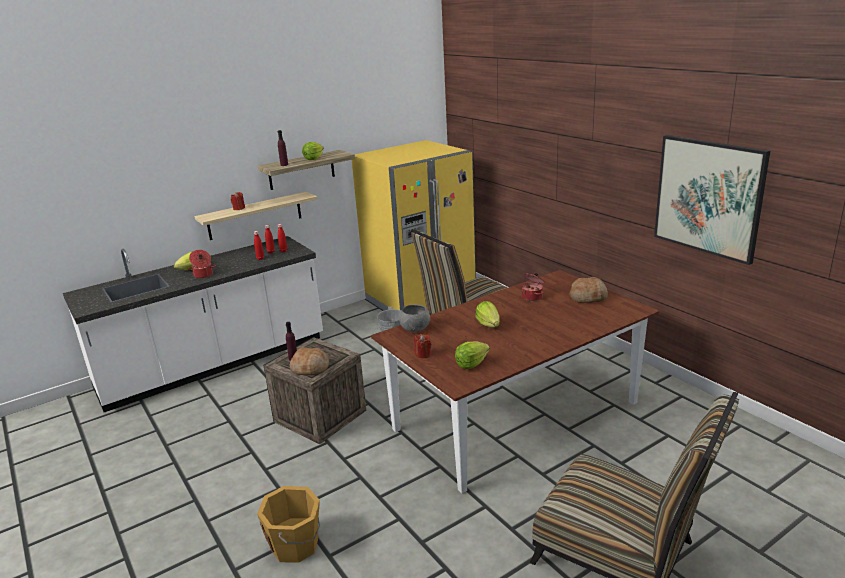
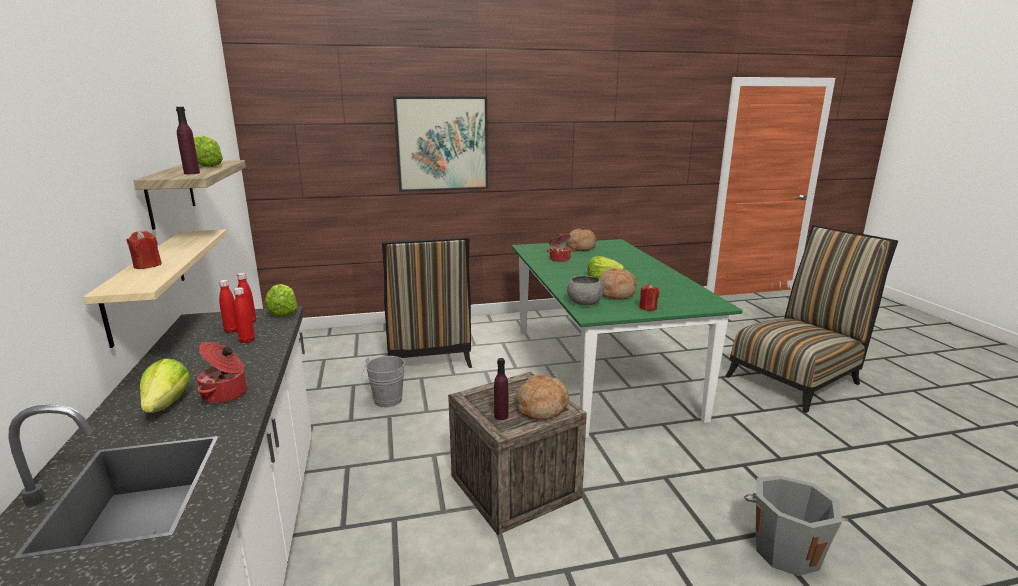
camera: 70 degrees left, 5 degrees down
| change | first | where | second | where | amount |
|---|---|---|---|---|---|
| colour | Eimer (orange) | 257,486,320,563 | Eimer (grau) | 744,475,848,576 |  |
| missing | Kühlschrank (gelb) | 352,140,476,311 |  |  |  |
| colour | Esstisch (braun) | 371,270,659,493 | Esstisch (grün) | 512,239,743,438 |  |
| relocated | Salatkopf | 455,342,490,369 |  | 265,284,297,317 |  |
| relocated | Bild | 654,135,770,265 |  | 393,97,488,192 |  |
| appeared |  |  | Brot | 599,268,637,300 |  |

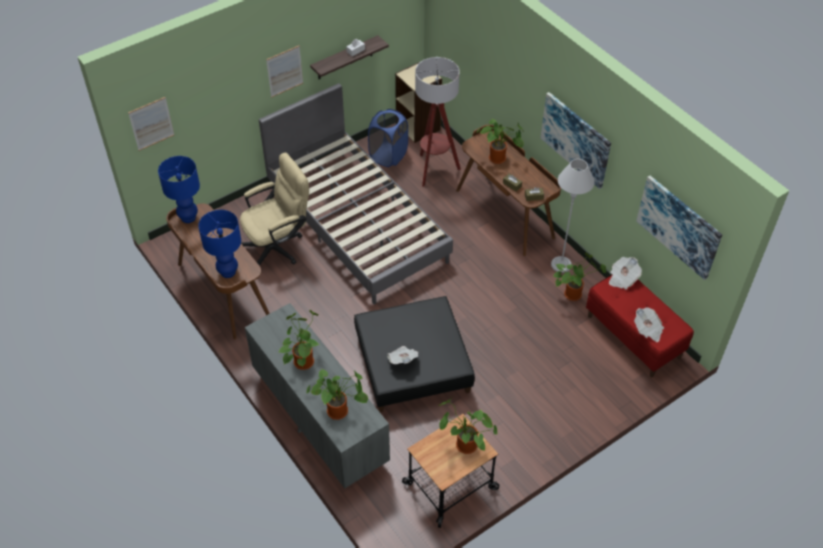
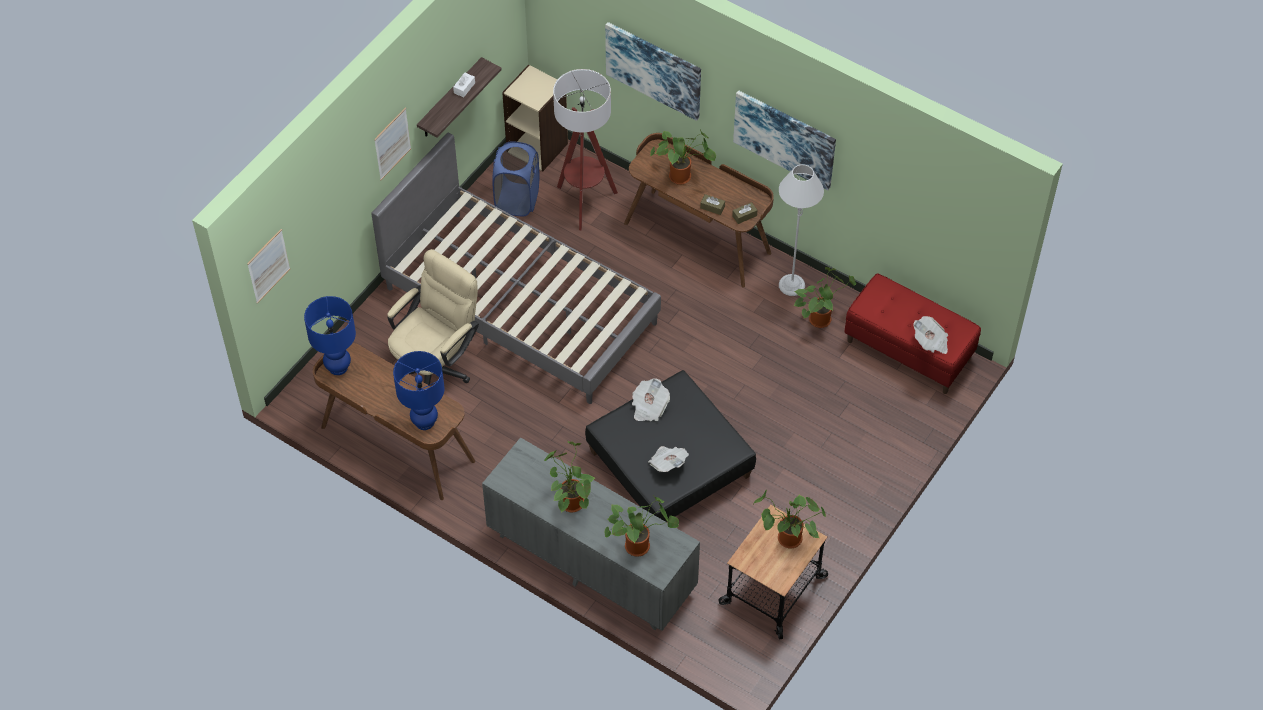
camera: 20 degrees left, 5 degrees up
| change | first | where | second | where | amount |
|---|---|---|---|---|---|
| relocated | Zeitung | 609,257,642,290 |  | 632,378,670,421 |  |
| relocated | Bild | 636,176,722,280 |  | 605,22,701,121 |  |

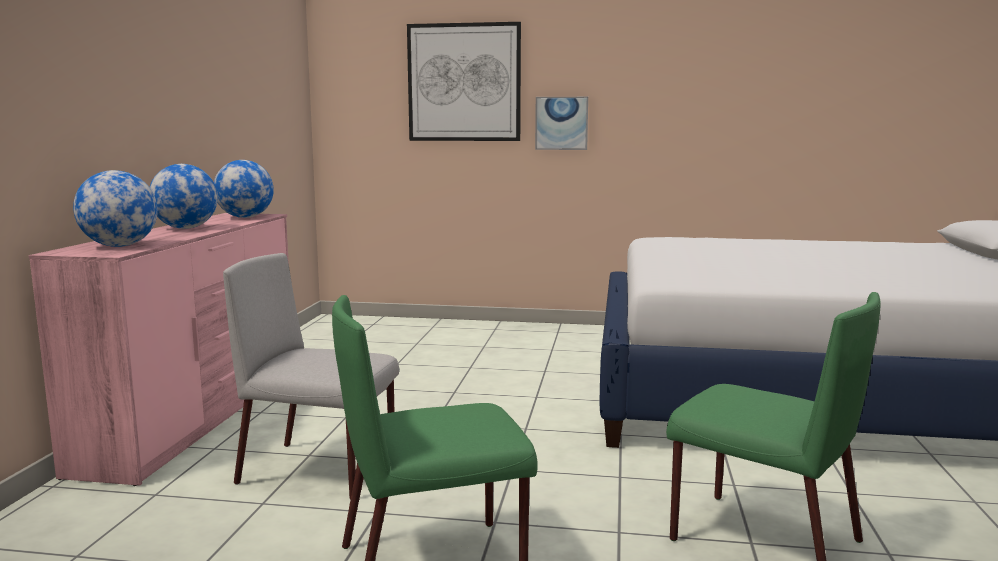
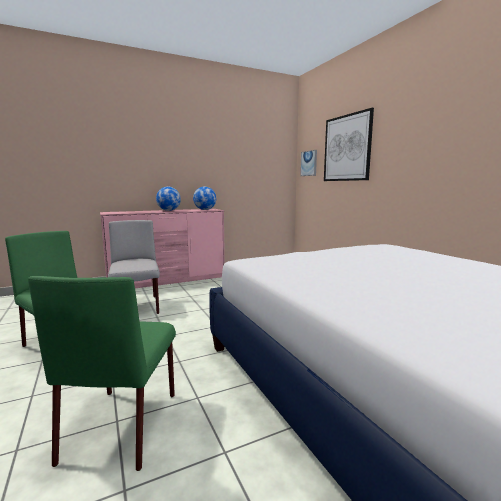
camera: 55 degrees right, 0 degrees up
| change | first | where | second | where | amount |
|---|---|---|---|---|---|
| missing | Globus | 73,170,158,247 |  |  |  |
| relocated | Bild | 535,97,588,150 |  | 300,150,317,176 |  |

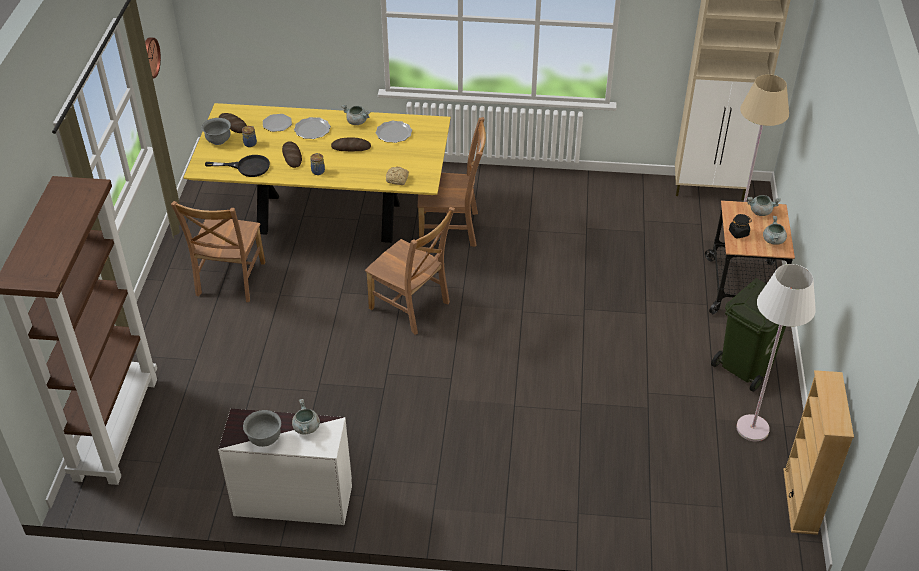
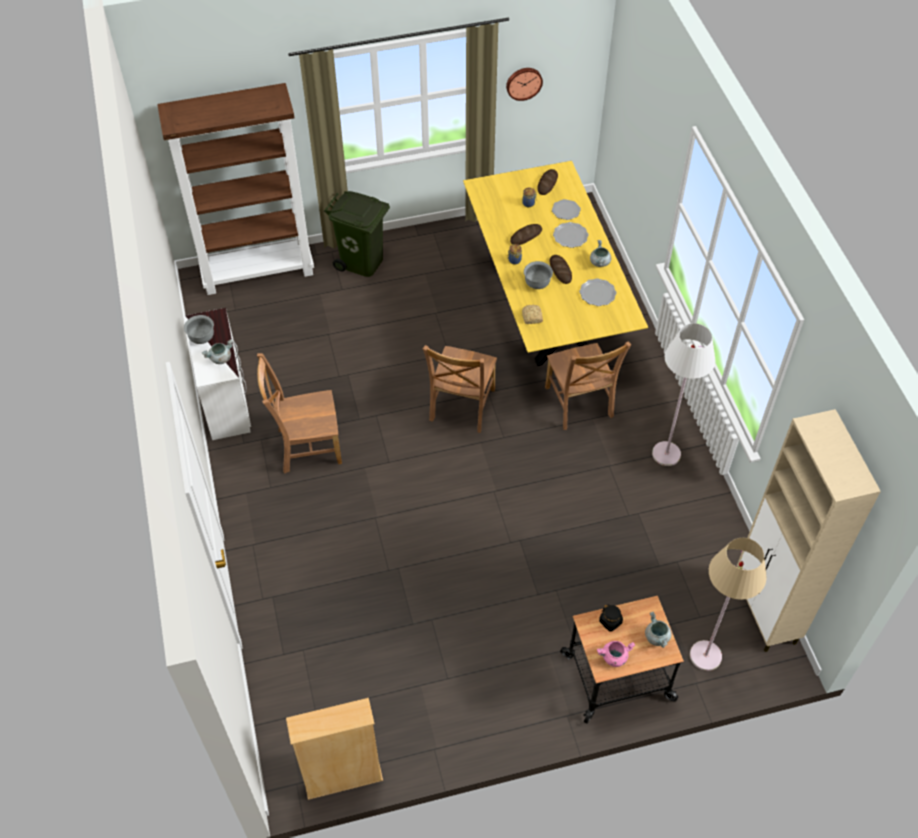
camera: 70 degrees right, 10 degrees up
| change | first | where | second | where | amount |
|---|---|---|---|---|---|
| relocated | Stuhl (braun) | 171,201,265,302 |  | 257,353,342,474 |  |
| relocated | Schüssel (grau) | 202,118,231,145 |  | 524,261,553,289 |  |
| missing | Pfanne (schwarz) | 205,155,270,177 |  |  |  |
| relocated | Mülleimer (grün) | 711,278,786,392 |  | 324,191,390,277 |  |
| relocated | Stehlampe (weiß) | 736,264,816,441 |  | 652,323,716,466 |  |
| colour | Kochtopf (grau) | 763,216,787,245 | Kochtopf (rosa) | 597,641,635,667 |  |

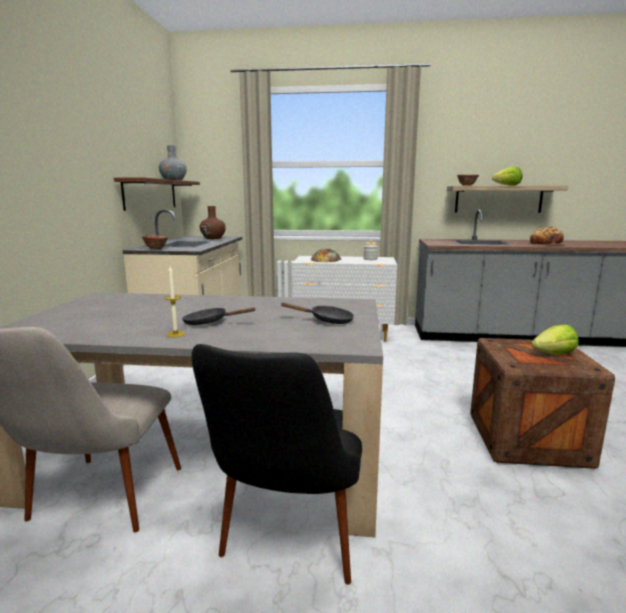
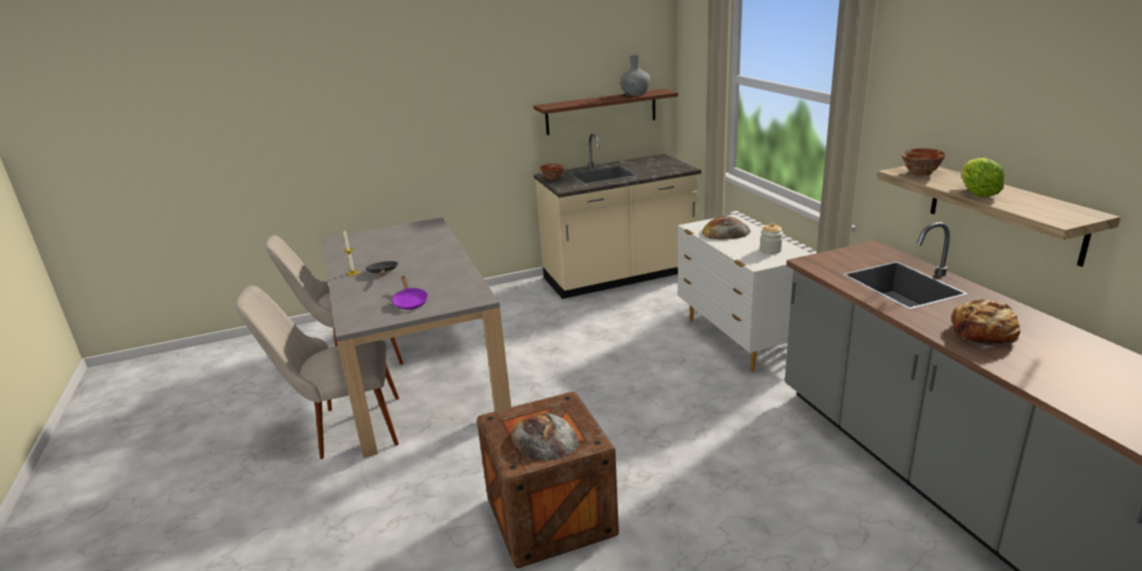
camera: 65 degrees right, 10 degrees up
| change | first | where | second | where | amount |
|---|---|---|---|---|---|
| colour | Stuhl (schwarz) | 192,344,362,585 | Stuhl (beige) | 236,285,399,459 |  |
| missing | Vase (braun) | 200,206,226,239 |  |  |  |
| colour | Pfanne (schwarz) | 280,302,354,324 | Pfanne (lila) | 392,276,428,310 |  |
| exchanged | Salatkopf | 531,325,579,355 | Brot | 511,412,579,461 |  |

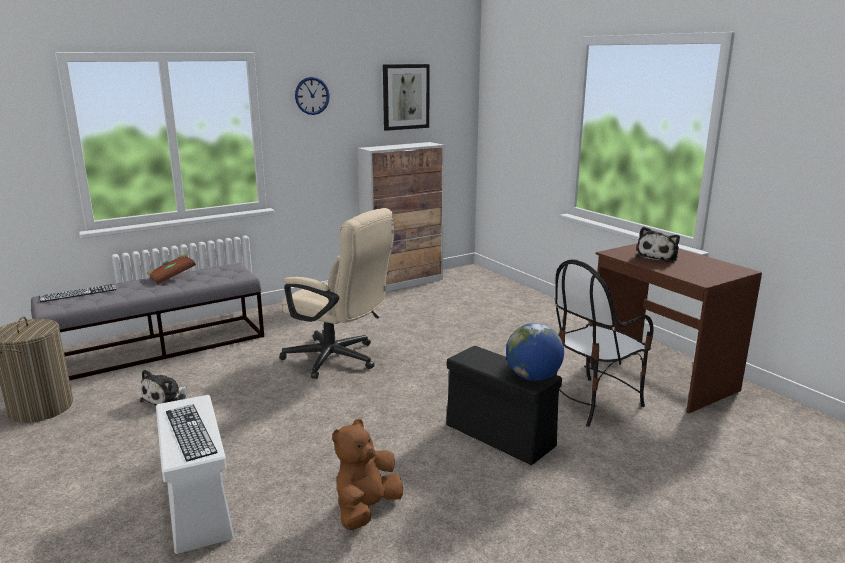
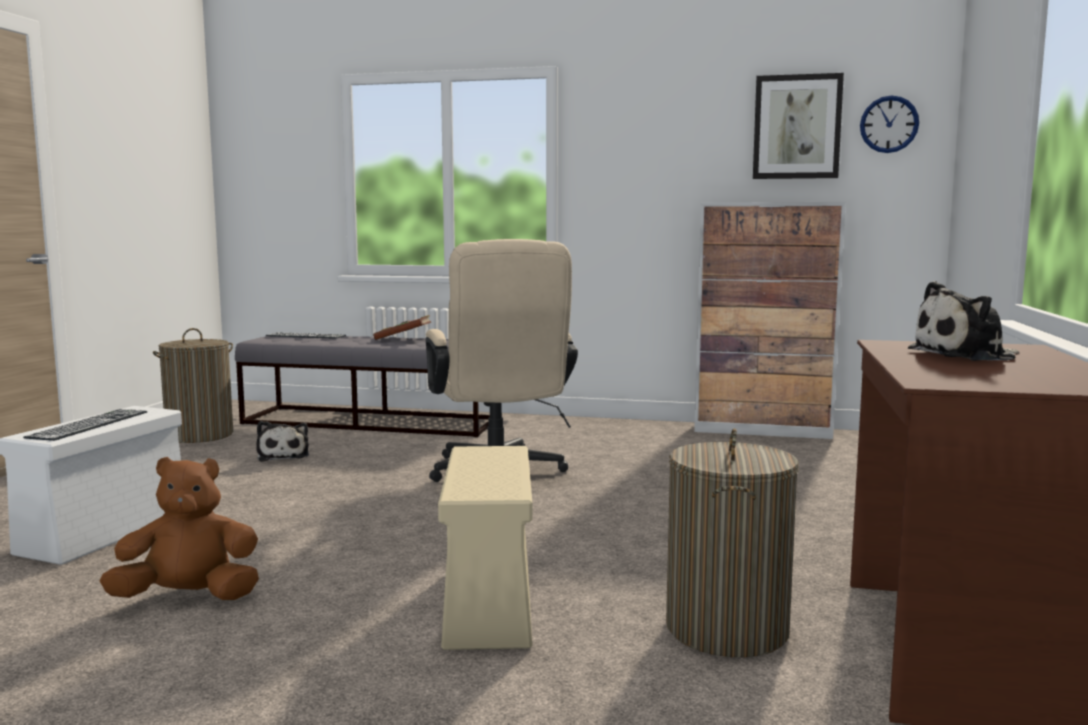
camera: 45 degrees right, 10 degrees down
| change | first | where | second | where | amount |
|---|---|---|---|---|---|
| spun | Plüschtier | 140,369,187,406 |  | 256,421,309,462 | 90 degrees counterclockwise |
| relocated | Wanduhr | 295,77,330,115 |  | 860,95,919,153 |  |
| colour | Aufbewahrungsbox (schwarz) | 446,345,562,465 | Aufbewahrungsbox (beige) | 438,446,532,650 |  |
| missing | Globus | 506,323,564,381 |  |  |  |
| exchanged | Stuhl | 555,259,653,427 | Wäschekorb | 666,428,799,657 |  |

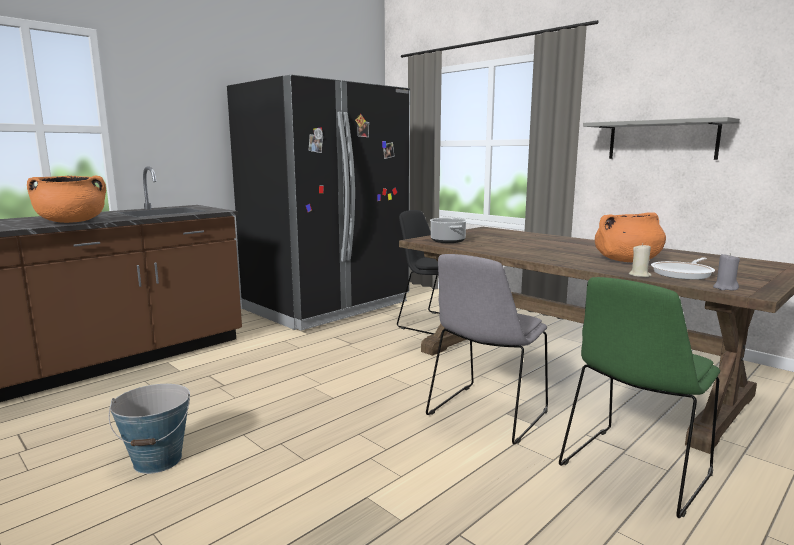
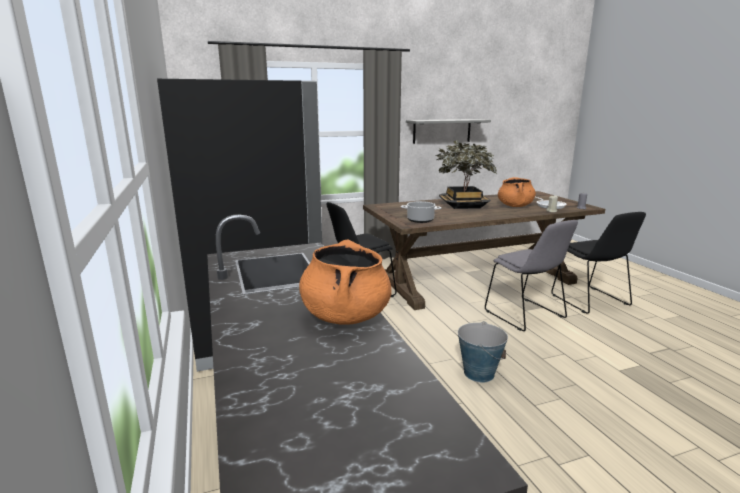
camera: 65 degrees left, 5 degrees up
| change | first | where | second | where | amount |
|---|---|---|---|---|---|
| relocated | Eimer | 109,384,190,474 |  | 458,321,508,382 |  |
| colour | Stuhl (grün) | 559,277,720,518 | Stuhl (schwarz) | 551,212,646,314 |  |
| appeared |  |  | Topfpflanze | 434,140,497,209 |  |

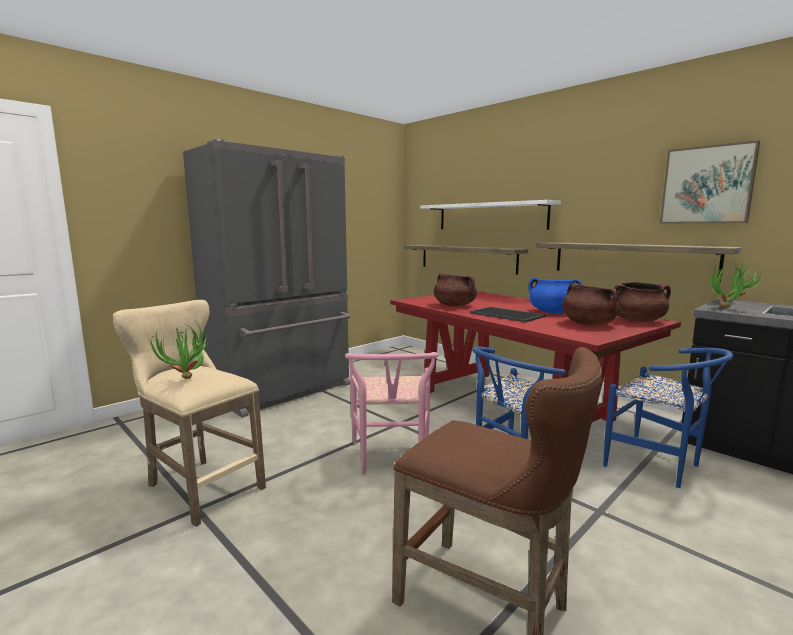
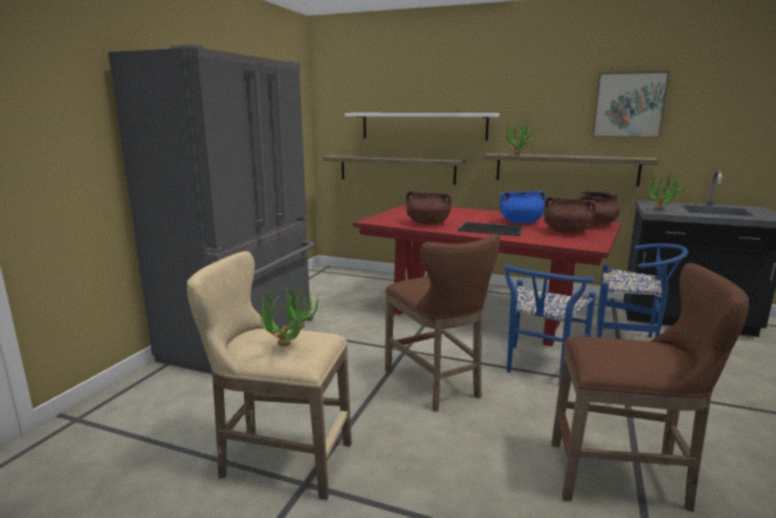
camera: 25 degrees left, 5 degrees up
| change | first | where | second | where | amount |
|---|---|---|---|---|---|
| exchanged | Stuhl (rosa) | 345,352,439,474 | Hocker (braun) | 385,233,500,412 |  |
| appeared |  |  | Topfpflanze | 506,120,534,155 |  |

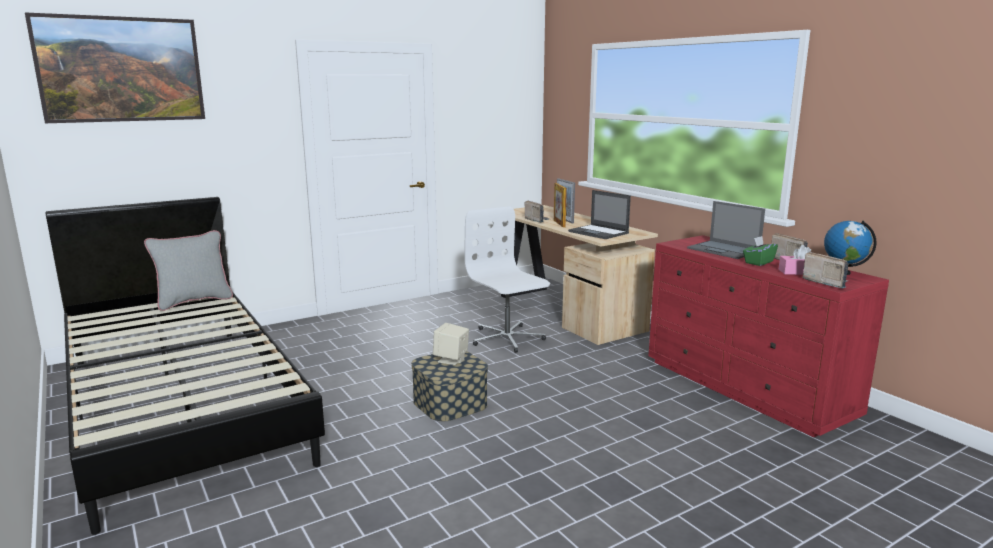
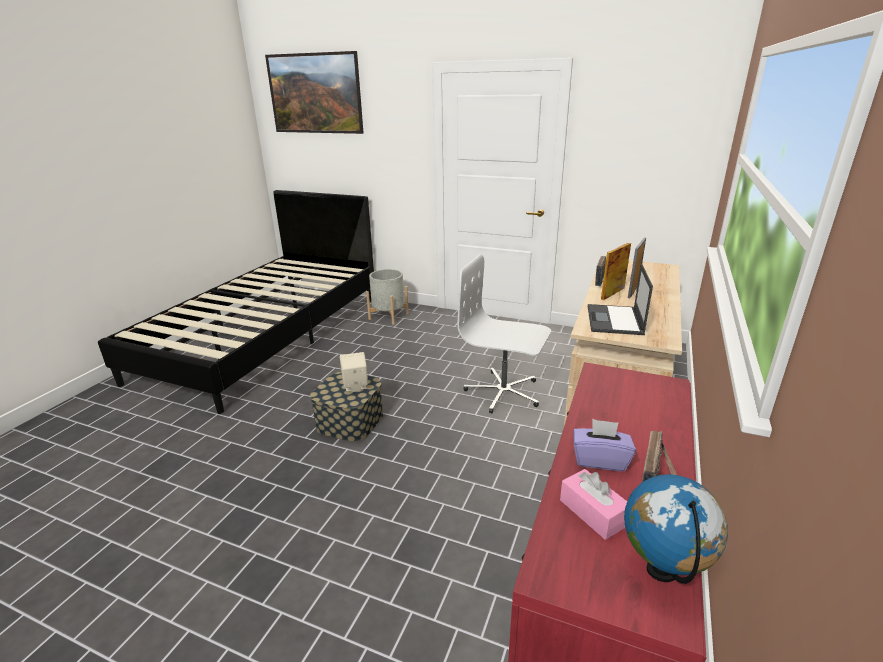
camera: 55 degrees right, 10 degrees up
| change | first | where | second | where | amount |
|---|---|---|---|---|---|
| missing | Kissen (grau) | 144,230,233,311 |  |  |  |
| spun | Bürostuhl (weiß) | 464,206,550,353 |  | 458,254,551,413 | 90 degrees counterclockwise |
| missing | Laptop | 687,201,765,259 |  |  |  |
| colour | Taschentuchbox (grün) | 743,236,778,266 | Taschentuchbox (lila) | 573,419,636,471 |  |
| missing | Radio | 803,252,849,288 |  |  |  |
| appeared |  |  | Pflanzkübel (grau) | 366,269,409,325 |  |

